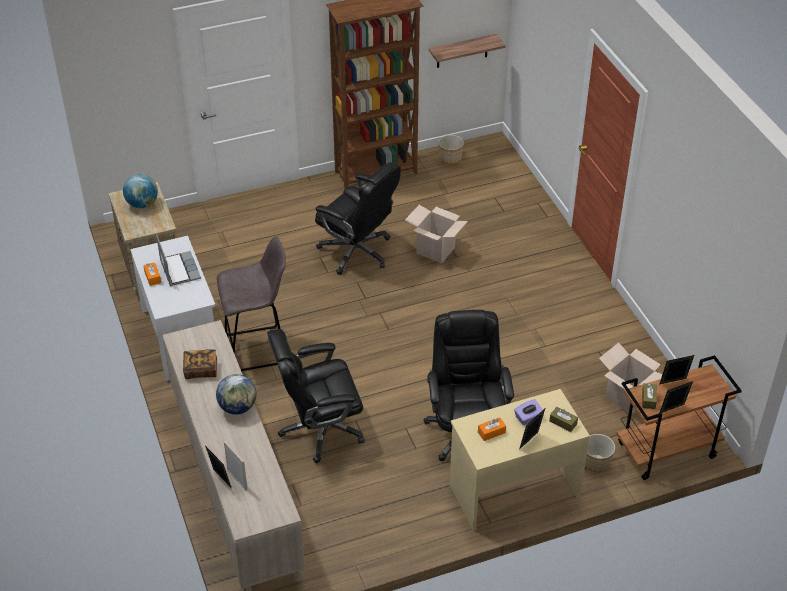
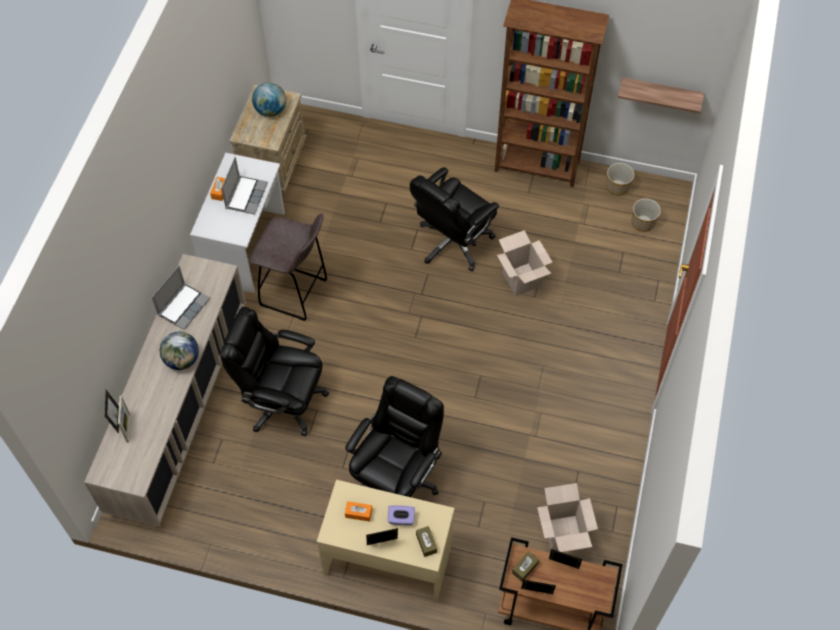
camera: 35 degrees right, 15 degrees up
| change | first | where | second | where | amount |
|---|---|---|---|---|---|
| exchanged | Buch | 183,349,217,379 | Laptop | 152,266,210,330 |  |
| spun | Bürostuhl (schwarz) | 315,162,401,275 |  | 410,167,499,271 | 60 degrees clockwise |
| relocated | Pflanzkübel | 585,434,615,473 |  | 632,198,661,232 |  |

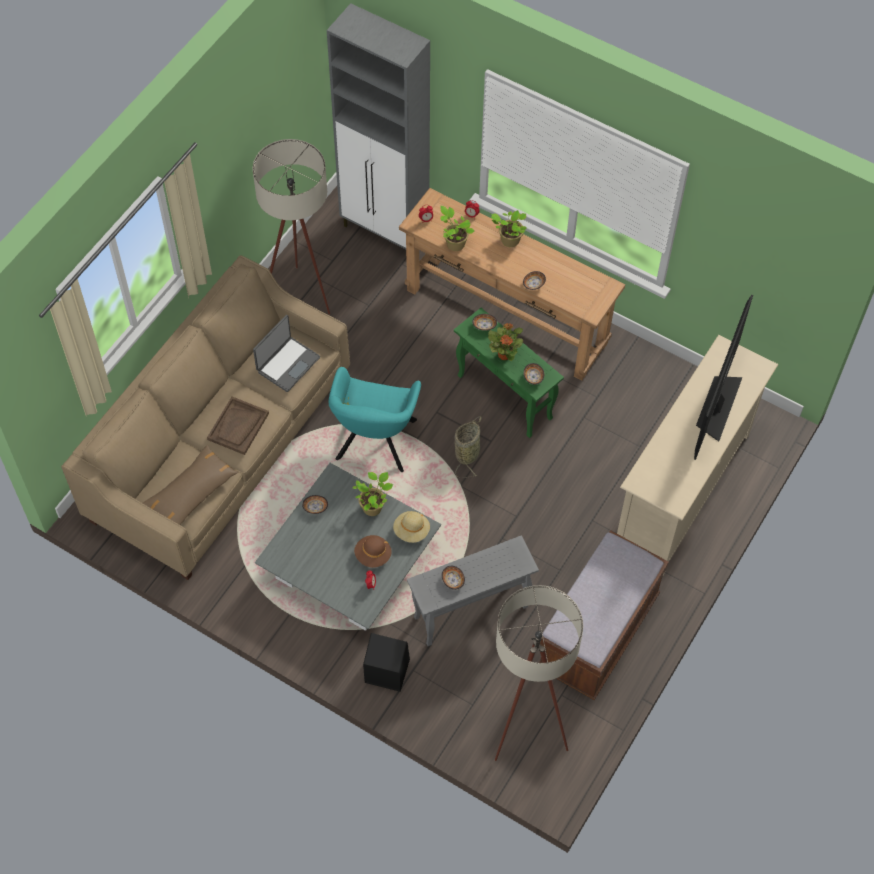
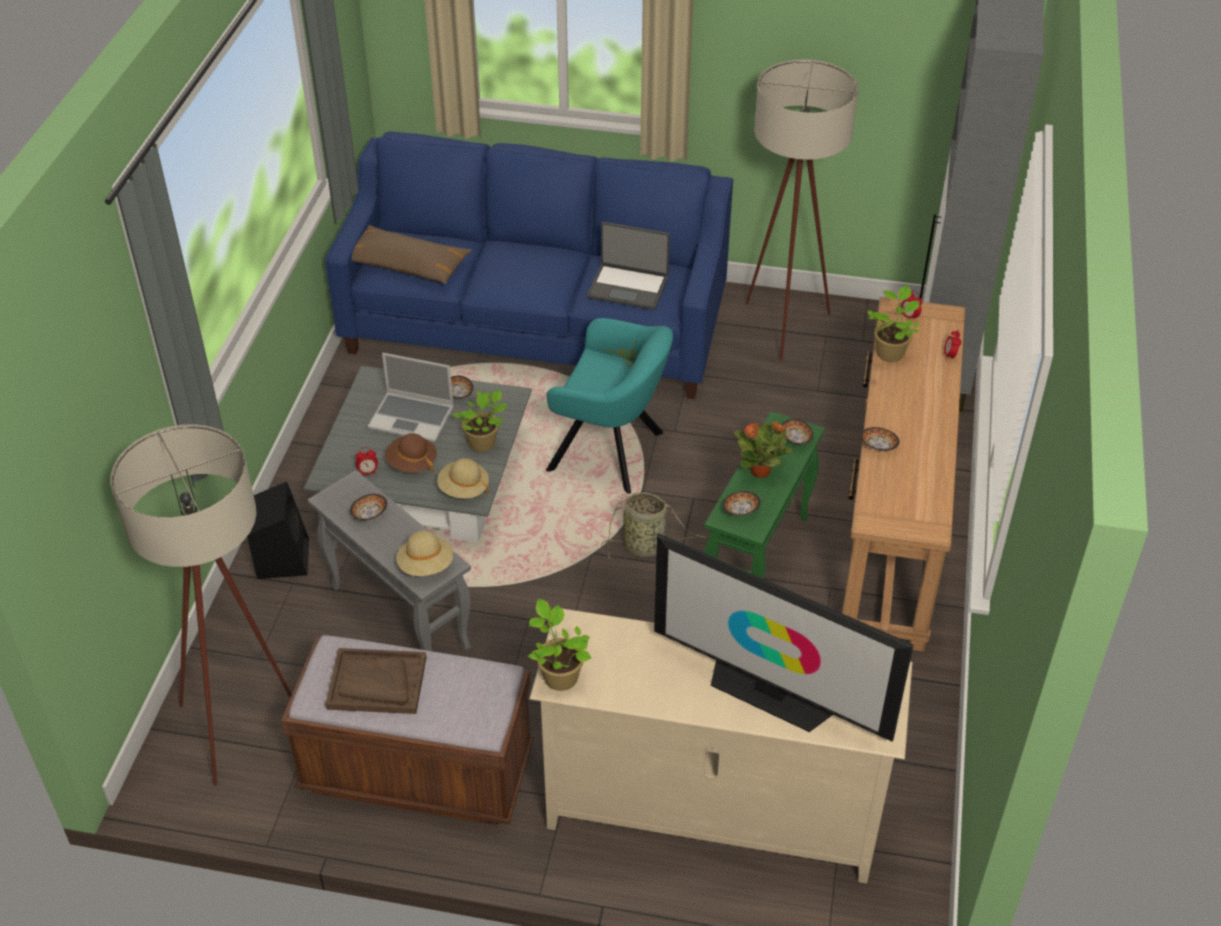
camera: 70 degrees right, 15 degrees down
| change | first | where | second | where | amount |
|---|---|---|---|---|---|
| colour | Sofa (beige) | 61,255,350,580 | Sofa (blau) | 325,132,733,399 |  |
| relocated | Tablett (braun) | 207,397,269,455 |  | 326,648,427,714 |  |
| spun | Sessel (türkis) | 329,367,421,472 |  | 546,318,673,494 | 150 degrees counterclockwise |
| relocated | Topfpflanze | 491,210,527,247 |  | 528,599,591,691 |  |
| spun | Fernseher | 694,295,753,460 |  | 654,533,914,742 | 150 degrees counterclockwise |
| appeared |  |  | Laptop | 368,353,454,442 |  |
| appeared |  |  | Hut (beige) | 396,531,453,576 |  |

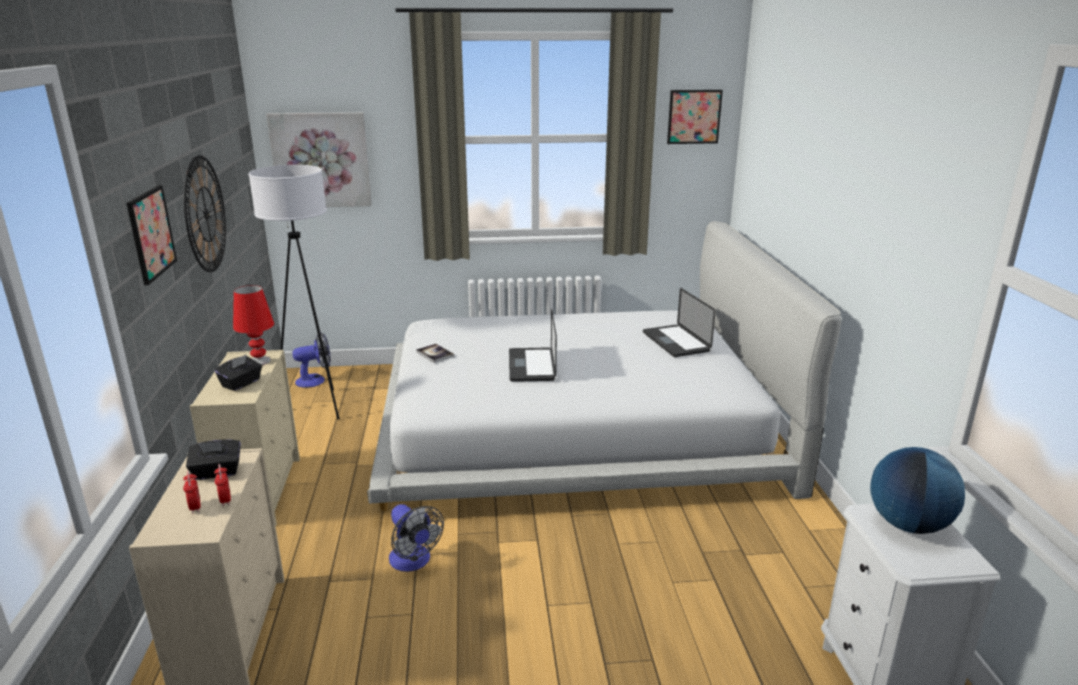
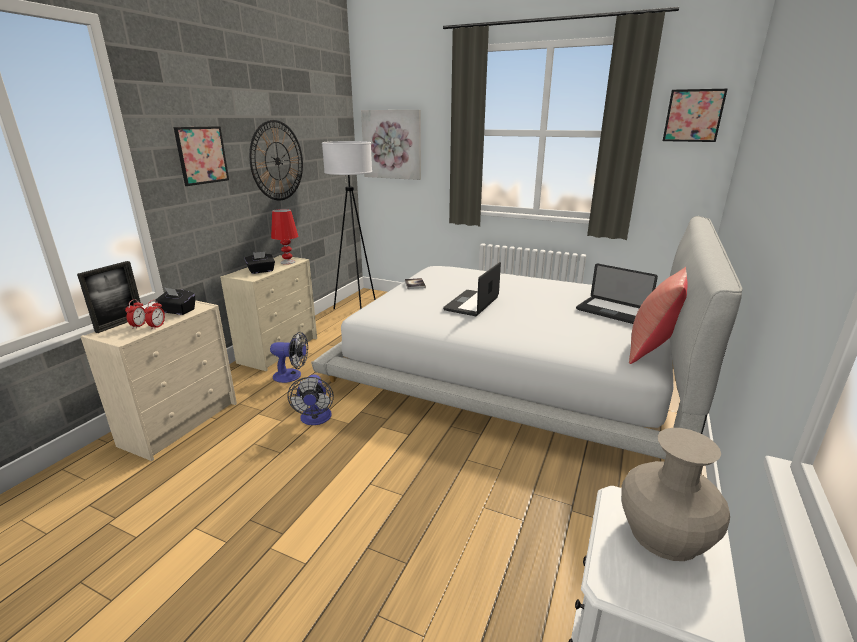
camera: 30 degrees right, 0 degrees up
| change | first | where | second | where | amount |
|---|---|---|---|---|---|
| relocated | Ventilator | 292,332,331,388 |  | 270,332,308,383 |  |
| spun | Laptop | 643,288,716,357 |  | 576,263,658,324 | 60 degrees counterclockwise |
| exchanged | Globus | 870,447,965,534 | Vase (beige) | 621,428,730,561 |  |
| appeared |  |  | Bilderrahmen | 77,261,142,333 |  |
| appeared |  |  | Kissen (rot) | 629,267,688,364 |  |

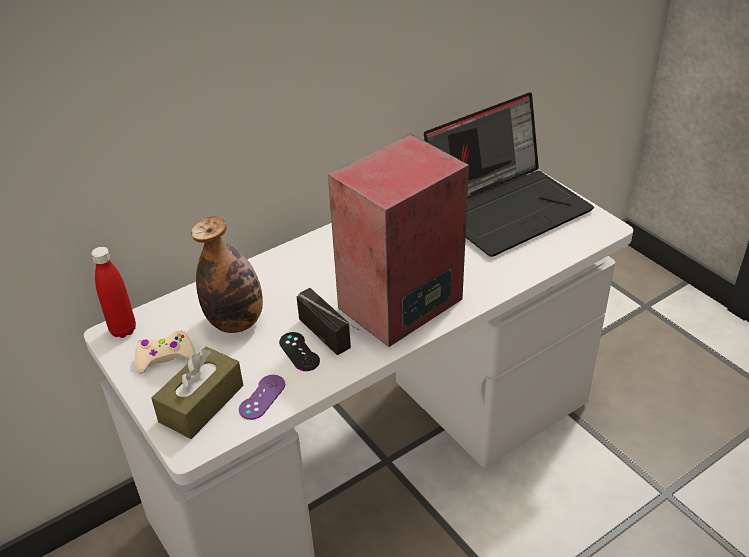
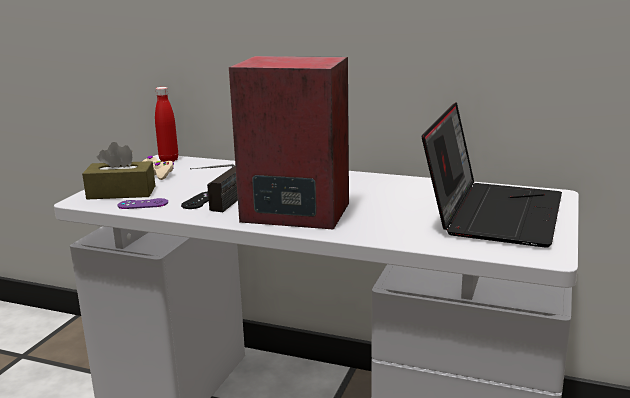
camera: 55 degrees right, 20 degrees down
| change | first | where | second | where | amount |
|---|---|---|---|---|---|
| missing | Flasche | 191,216,263,333 |  |  |  |
| spun | Laptop | 424,92,594,257 |  | 422,102,562,247 | 90 degrees counterclockwise |

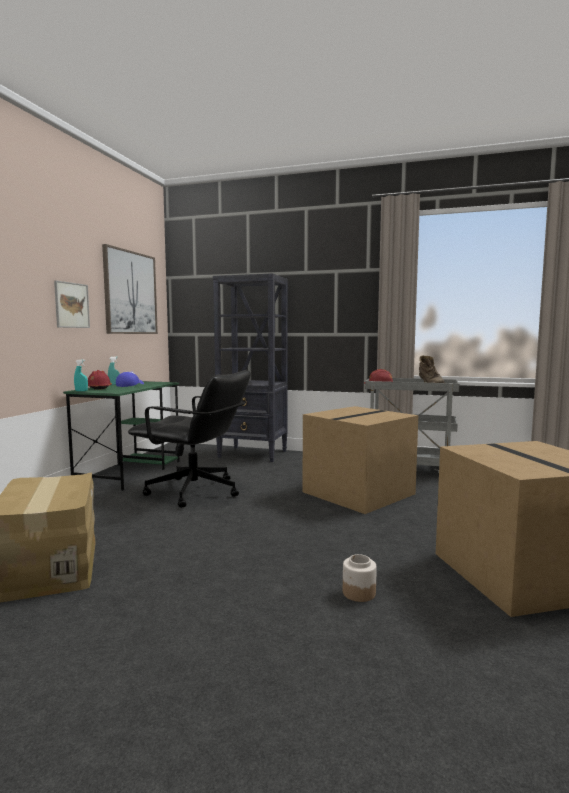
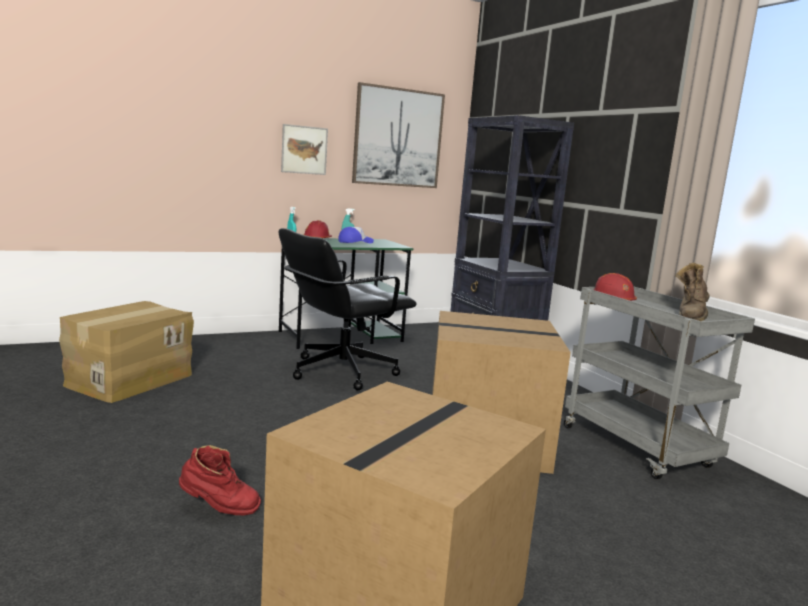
camera: 45 degrees right, 5 degrees up
| change | first | where | second | where | amount |
|---|---|---|---|---|---|
| spun | Bürostuhl (schwarz) | 128,370,251,508 |  | 279,228,417,391 | 75 degrees clockwise |
| exchanged | Vorratsglas | 343,554,377,602 | Stiefel (rot) | 179,445,261,515 |  |

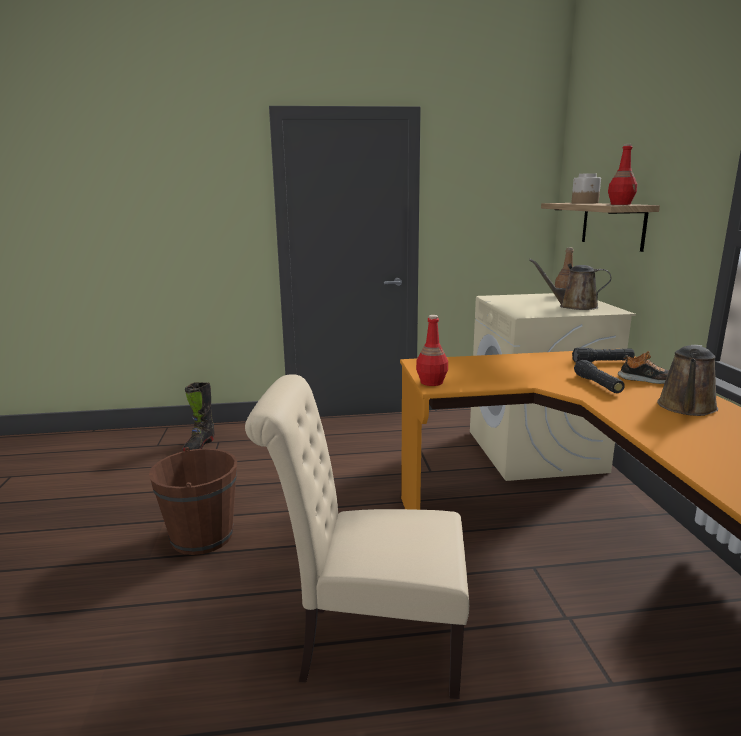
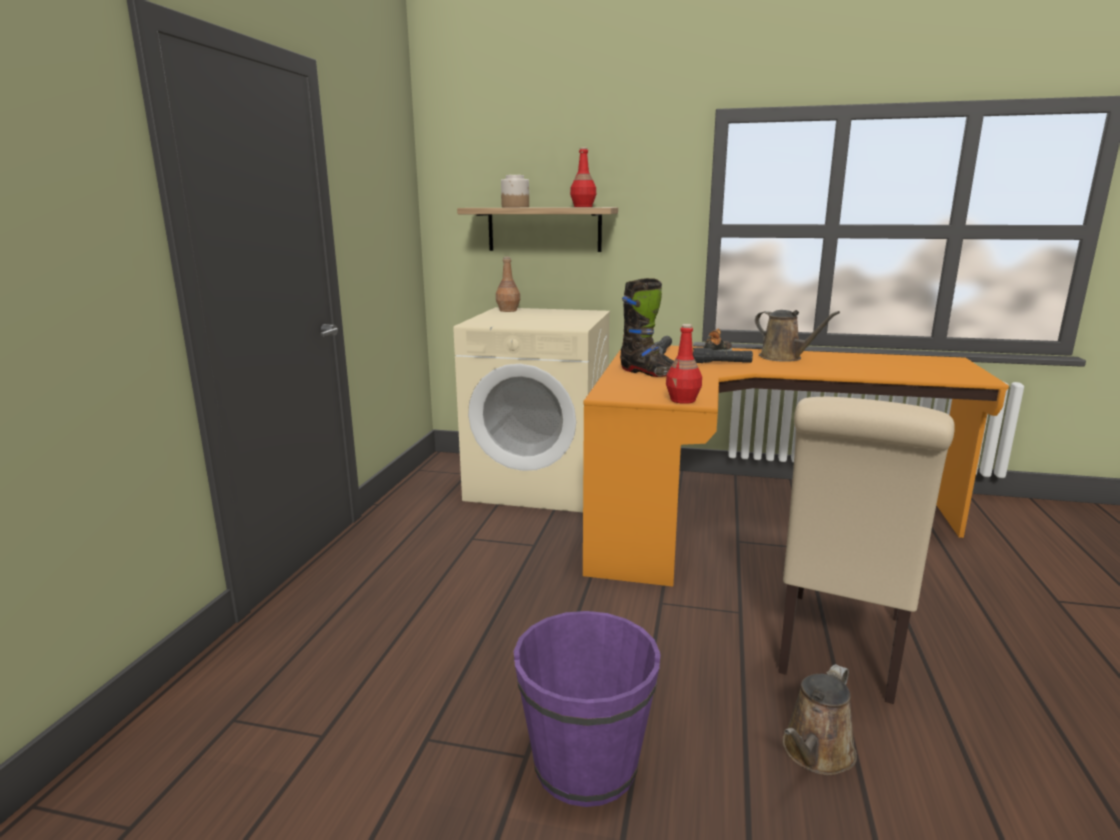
camera: 70 degrees left, 0 degrees up
| change | first | where | second | where | amount |
|---|---|---|---|---|---|
| colour | Eimer (braun) | 149,447,237,555 | Eimer (lila) | 514,611,661,807 |  |
| relocated | Stiefel (schwarz) | 182,382,215,451 |  | 620,278,674,377 |  |
| relocated | Gießkanne (braun) | 529,259,611,310 |  | 783,664,857,775 |  |

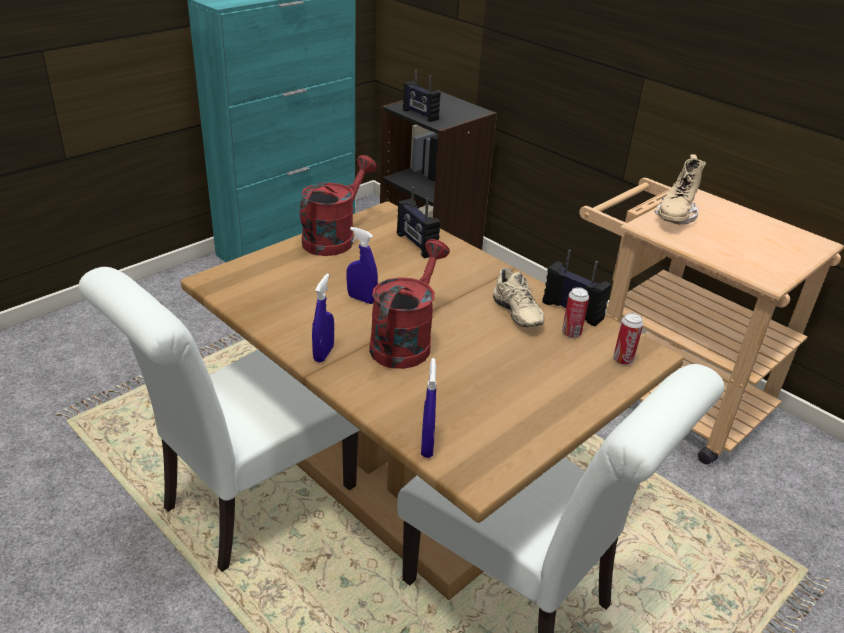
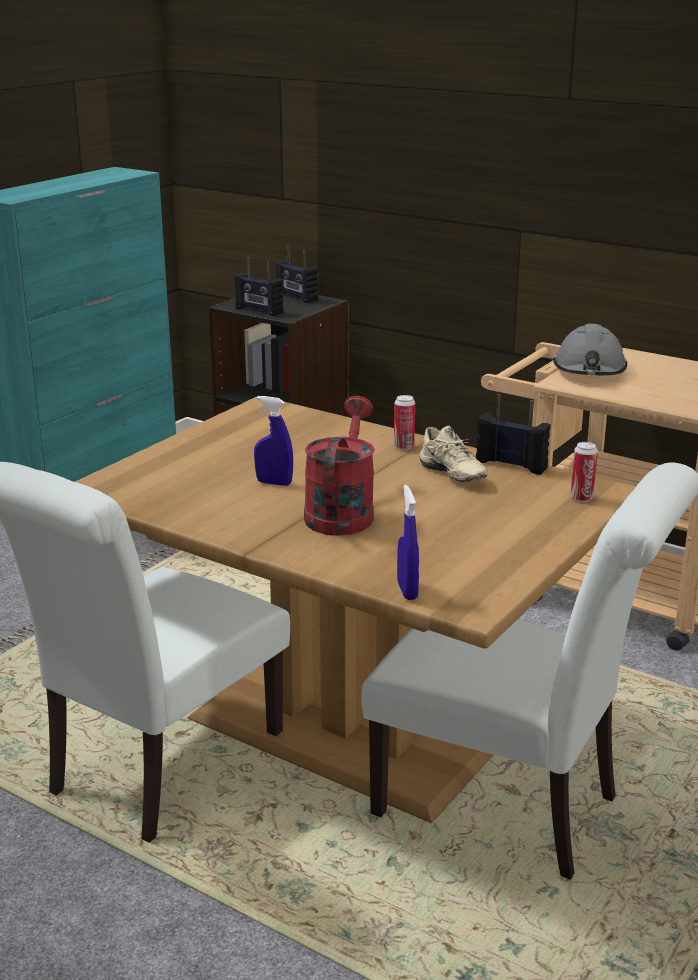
camera: 10 degrees left, 10 degrees down
| change | first | where | second | where | amount |
|---|---|---|---|---|---|
| missing | Gießkanne (rot) | 300,155,377,256 |  |  |  |
| missing | Sprühflasche (blau) | 312,274,334,363 |  |  |  |
| relocated | Radio | 397,187,440,258 |  | 275,245,318,303 |  |
| relocated | Dose | 562,287,589,338 |  | 394,395,415,450 |  |
| exchanged | Stiefel (beige) | 654,154,706,225 | Schutzhelm (grau) | 553,324,627,375 |  |

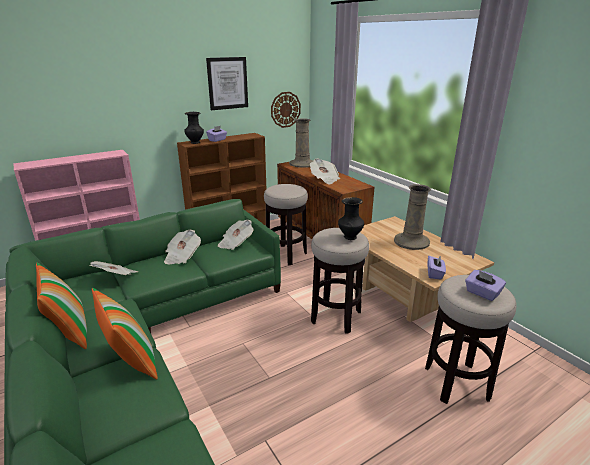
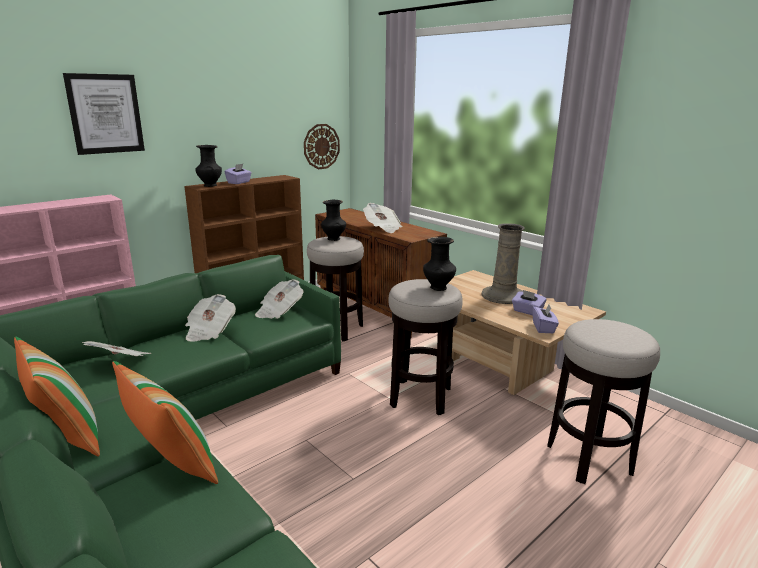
camera: 10 degrees left, 5 degrees down
| change | first | where | second | where | amount |
|---|---|---|---|---|---|
| relocated | Bild | 206,57,248,110 |  | 63,73,145,155 |  |
| missing | Vase (beige) | 289,118,313,168 |  |  |  |
| relocated | Taschentuchbox (lila) | 465,270,506,301 |  | 512,290,546,316 |  |
| appeared |  |  | Vase (schwarz) | 321,200,346,241 |  |

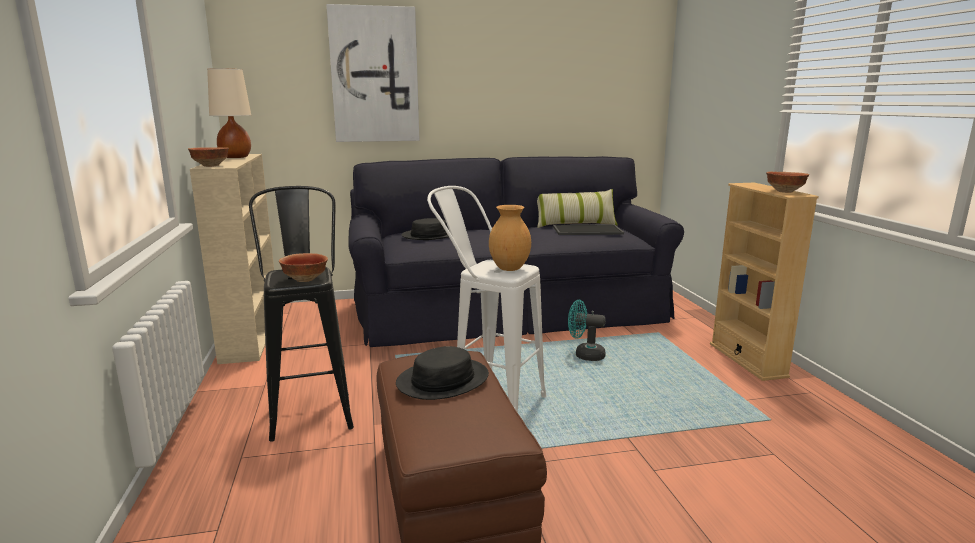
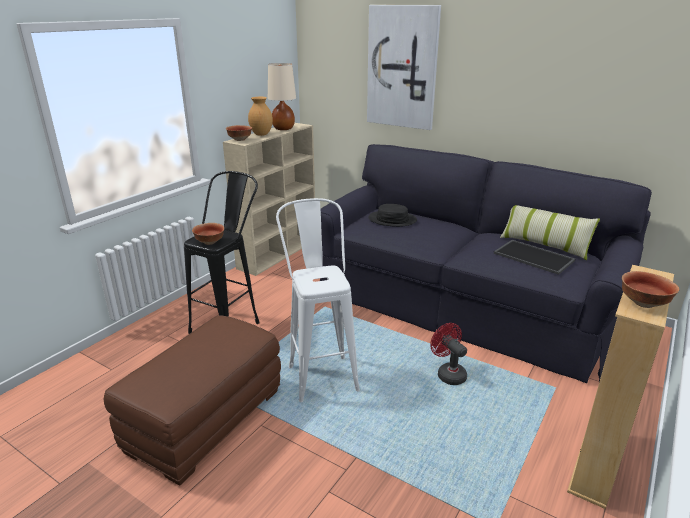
camera: 45 degrees right, 10 degrees up
| change | first | where | second | where | amount |
|---|---|---|---|---|---|
| missing | Hut (schwarz) | 396,346,489,400 |  |  |  |
| relocated | Vase (braun) | 489,205,531,271 |  | 248,97,273,136 |  |
| colour | Ventilator (türkis) | 568,300,606,361 | Ventilator (rot) | 430,323,467,385 |  |

